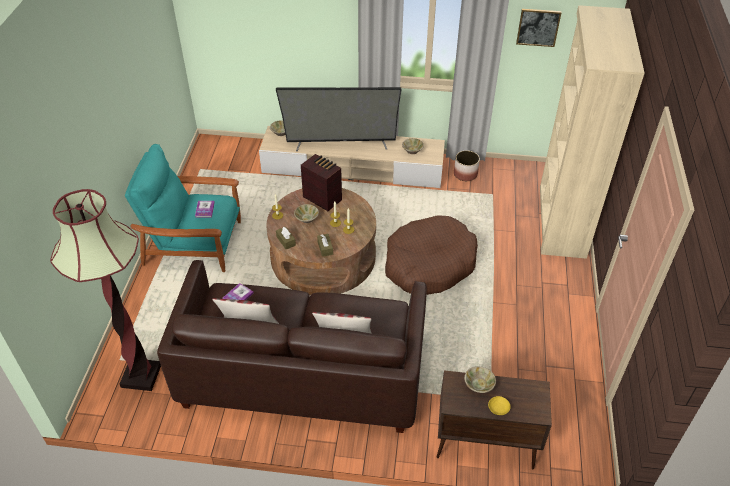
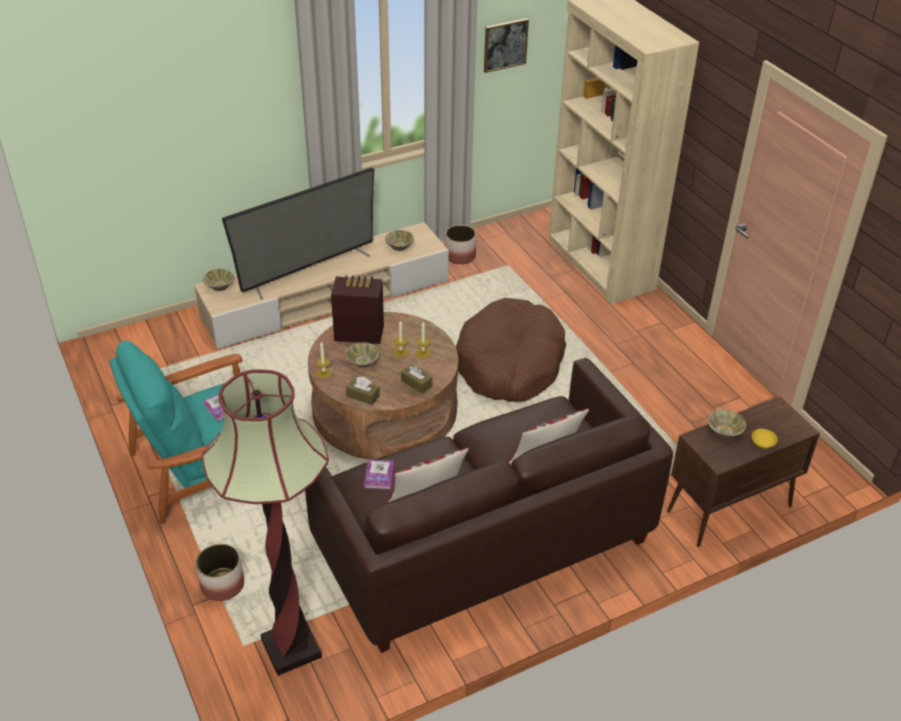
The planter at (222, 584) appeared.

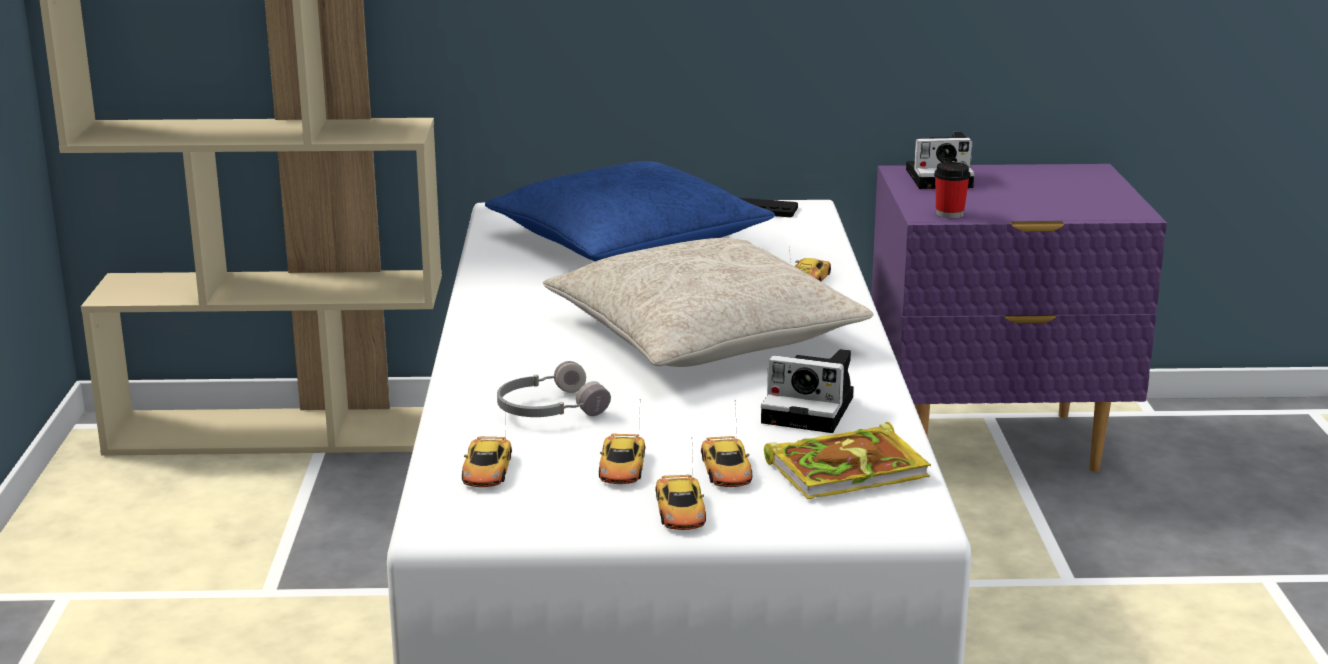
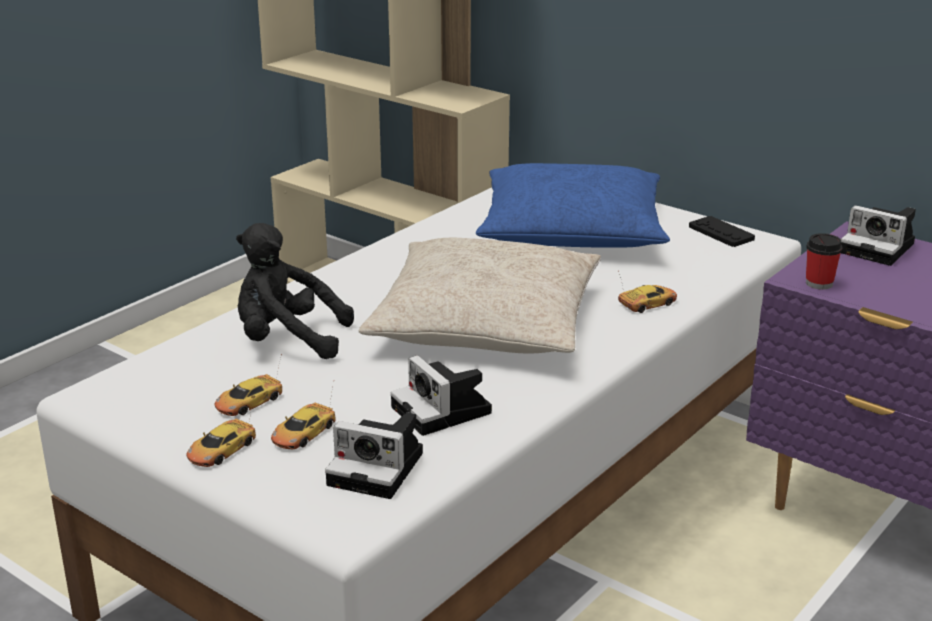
The toy car at (486, 470) disappeared.
The grey headphones at (549, 409) was replaced by the black plush toy at (287, 340).
The book at (849, 469) was replaced by the photo camera at (380, 469).

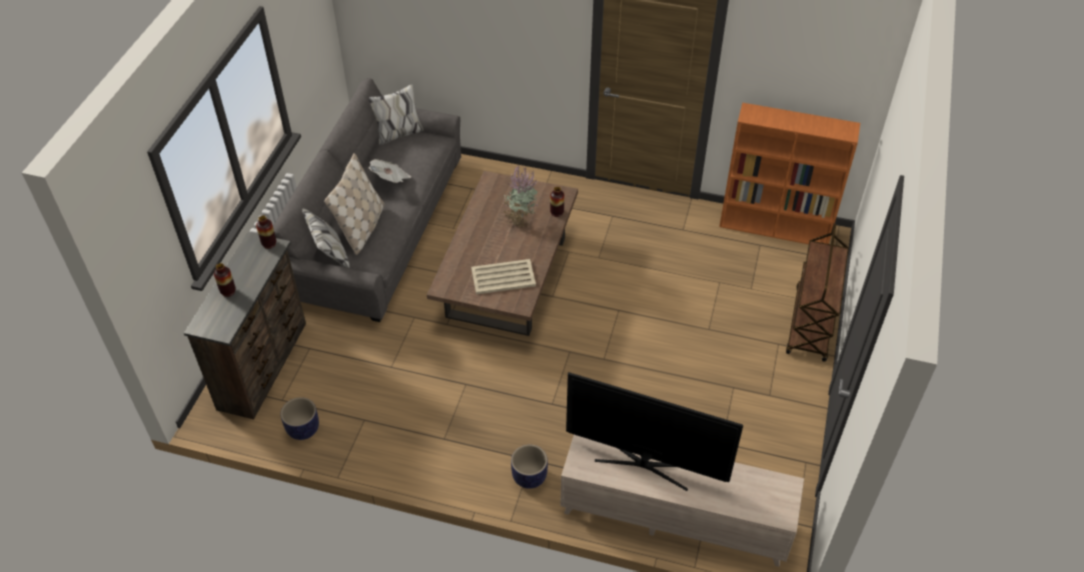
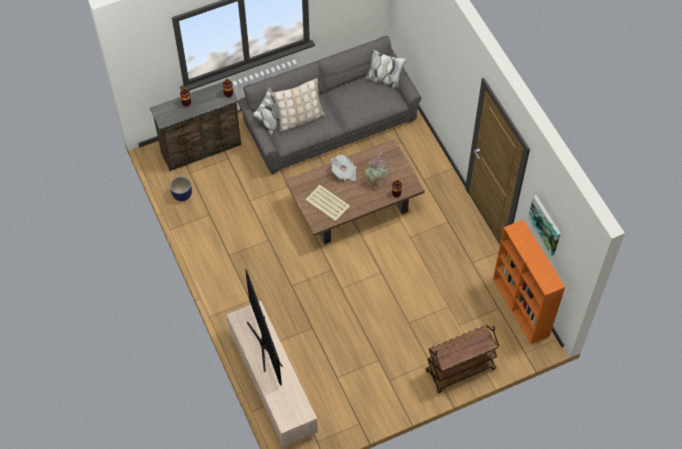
The newspaper moved from (391, 179) to (344, 173).
The planter at (529, 477) disappeared.
The picture at (545, 224) appeared.

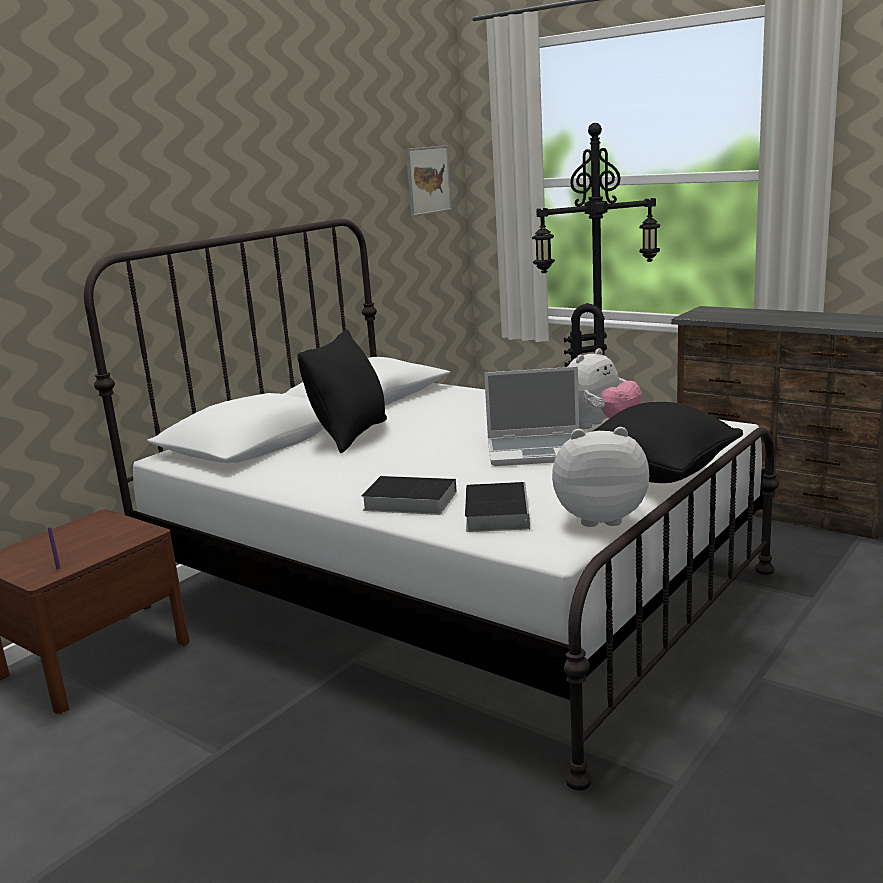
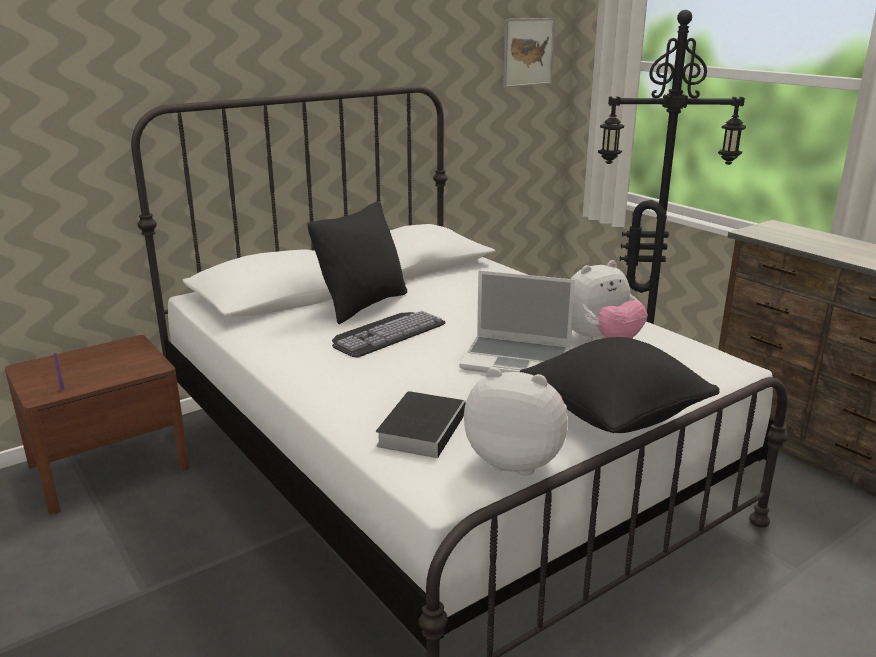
The book at (406, 501) disappeared.
The keyboard at (386, 332) appeared.

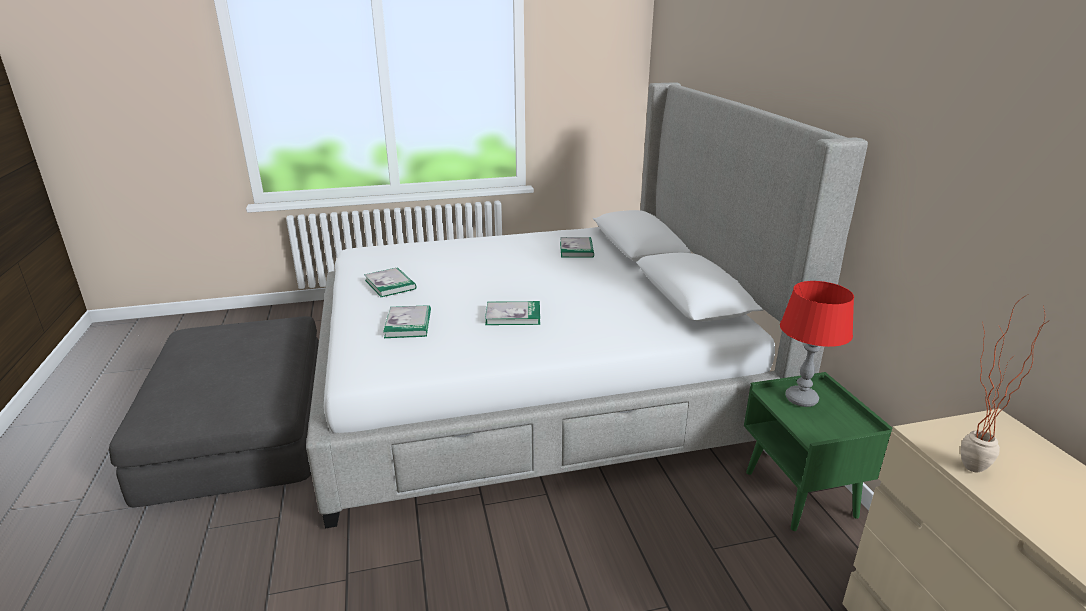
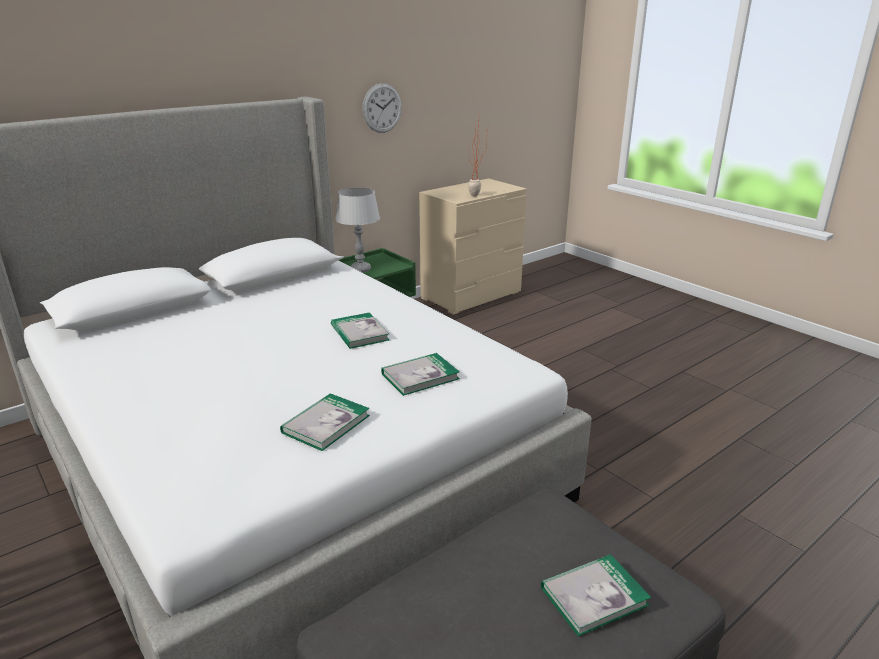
The book moved from (576, 249) to (594, 596).
The red table lamp at (801, 399) became the grey table lamp at (360, 269).
The wall clock at (382, 108) appeared.

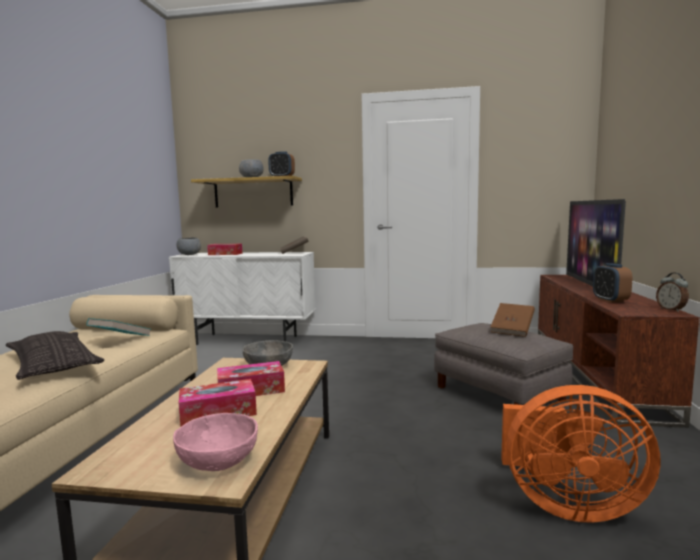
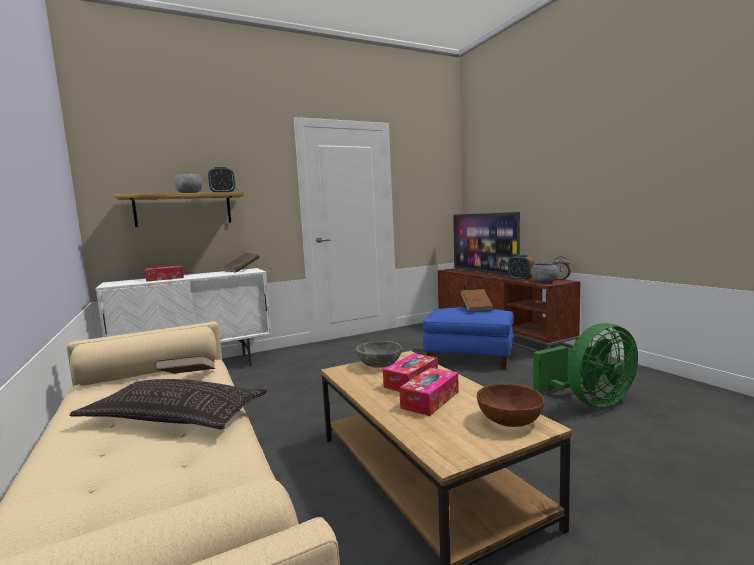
The turquoise book at (120, 339) became the brown book at (188, 379).
The pink bowl at (218, 461) became the brown bowl at (509, 420).
The grey bowl moved from (189, 254) to (544, 282).
The grey ottoman at (499, 393) became the blue ottoman at (470, 357).
The orange fan at (565, 504) became the green fan at (590, 401).

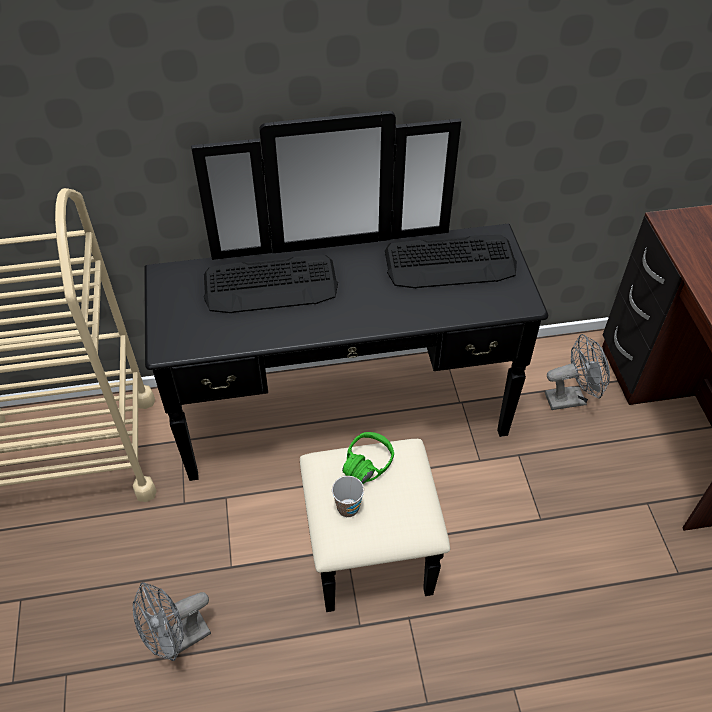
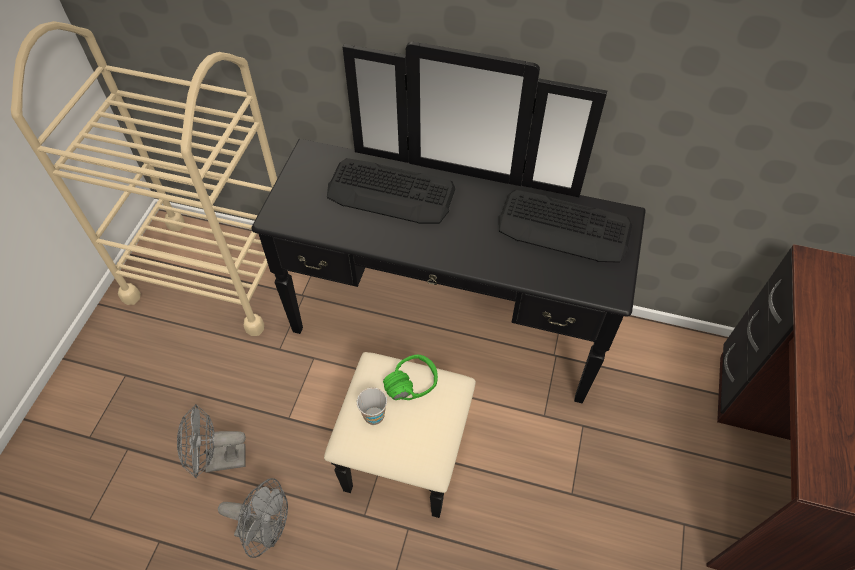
The grey fan moved from (571, 398) to (266, 531).

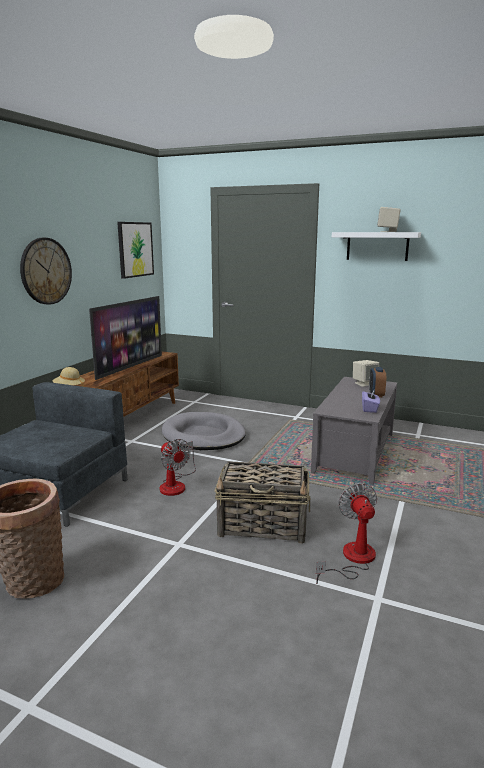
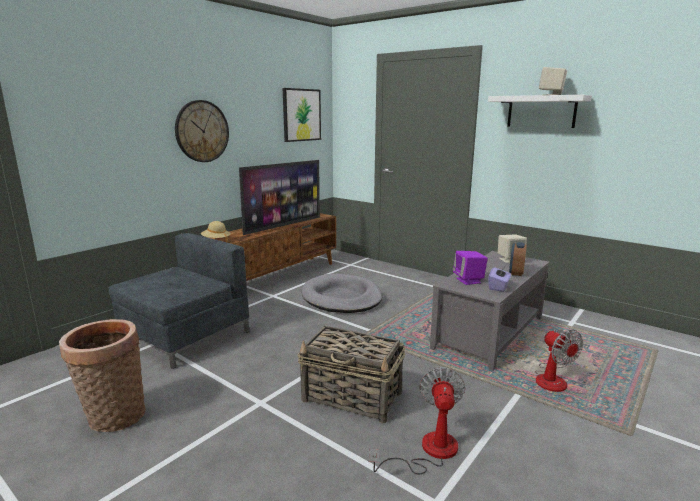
The fan moved from (176, 484) to (552, 378).
The purple speaker at (469, 280) appeared.

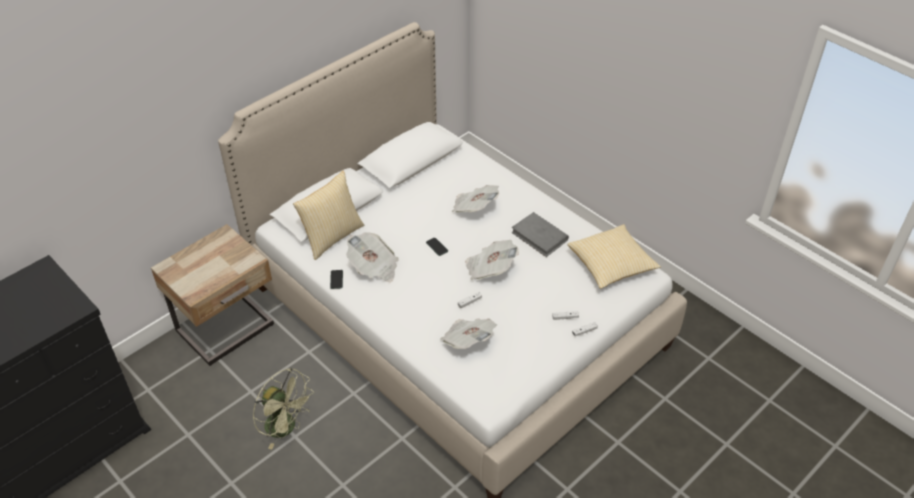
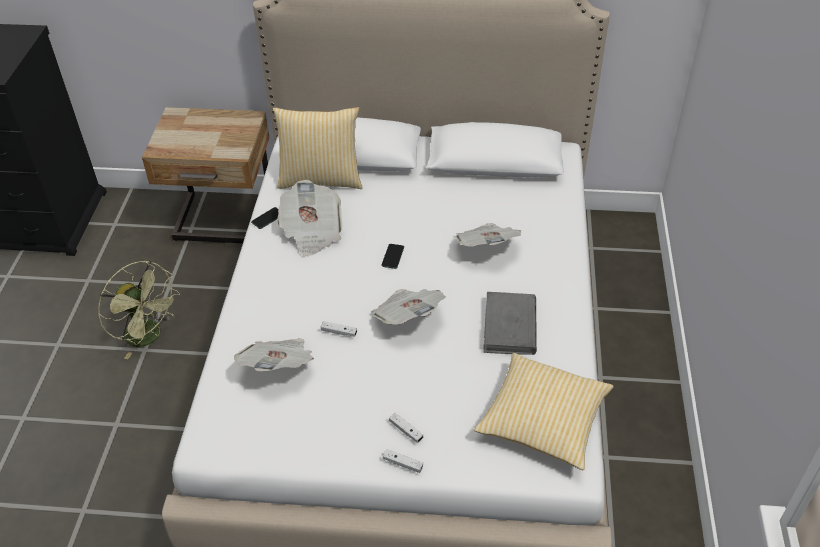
The green fan at (286, 428) turned 45 degrees counterclockwise.

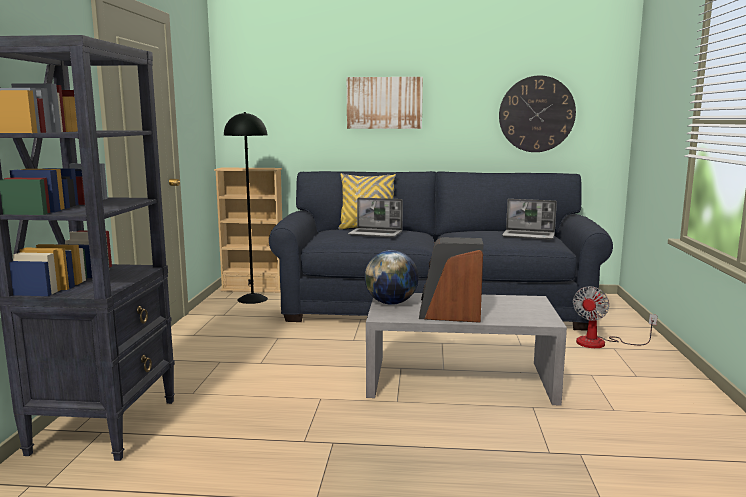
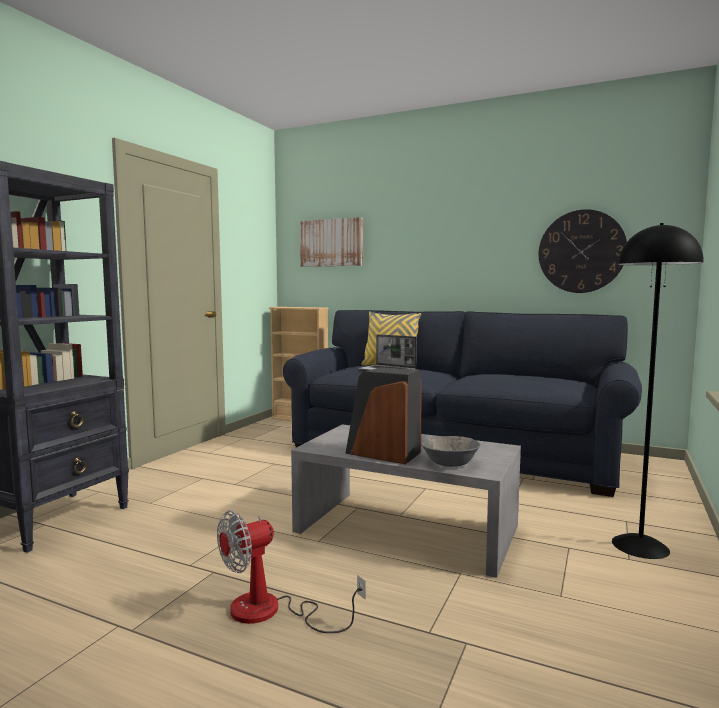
The black floor lamp moved from (253, 299) to (641, 546).
The picture moved from (384, 103) to (331, 243).
The globe at (391, 303) disappeared.
The laptop at (529, 236) disappeared.
The fan moved from (601, 343) to (271, 612).
The grey bowl at (451, 463) appeared.

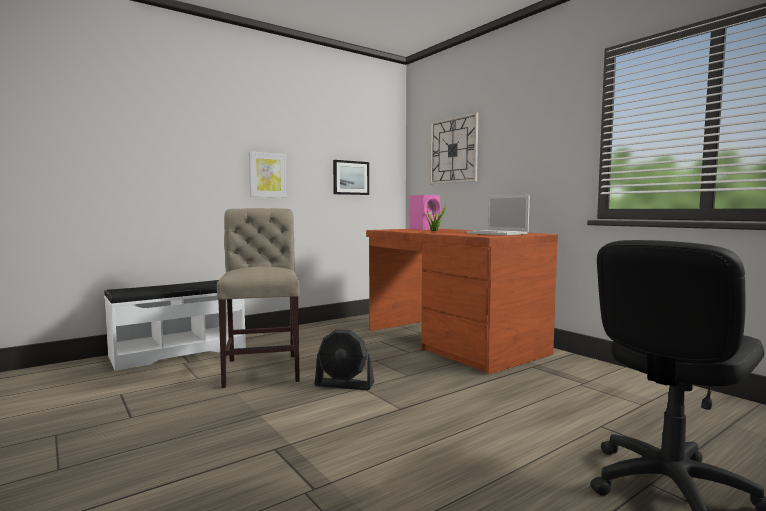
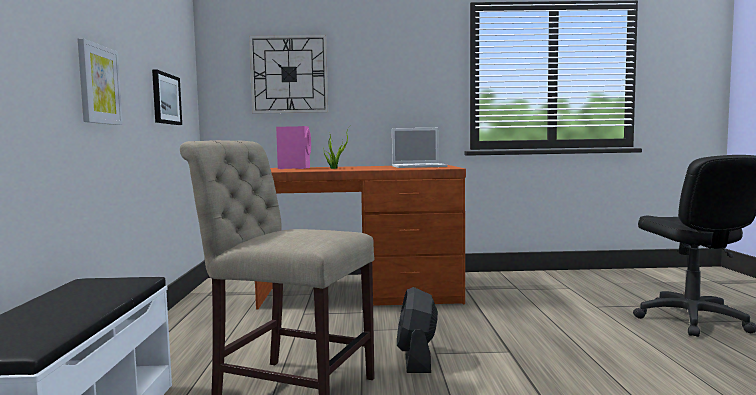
The black fan at (344, 384) turned 135 degrees clockwise.

